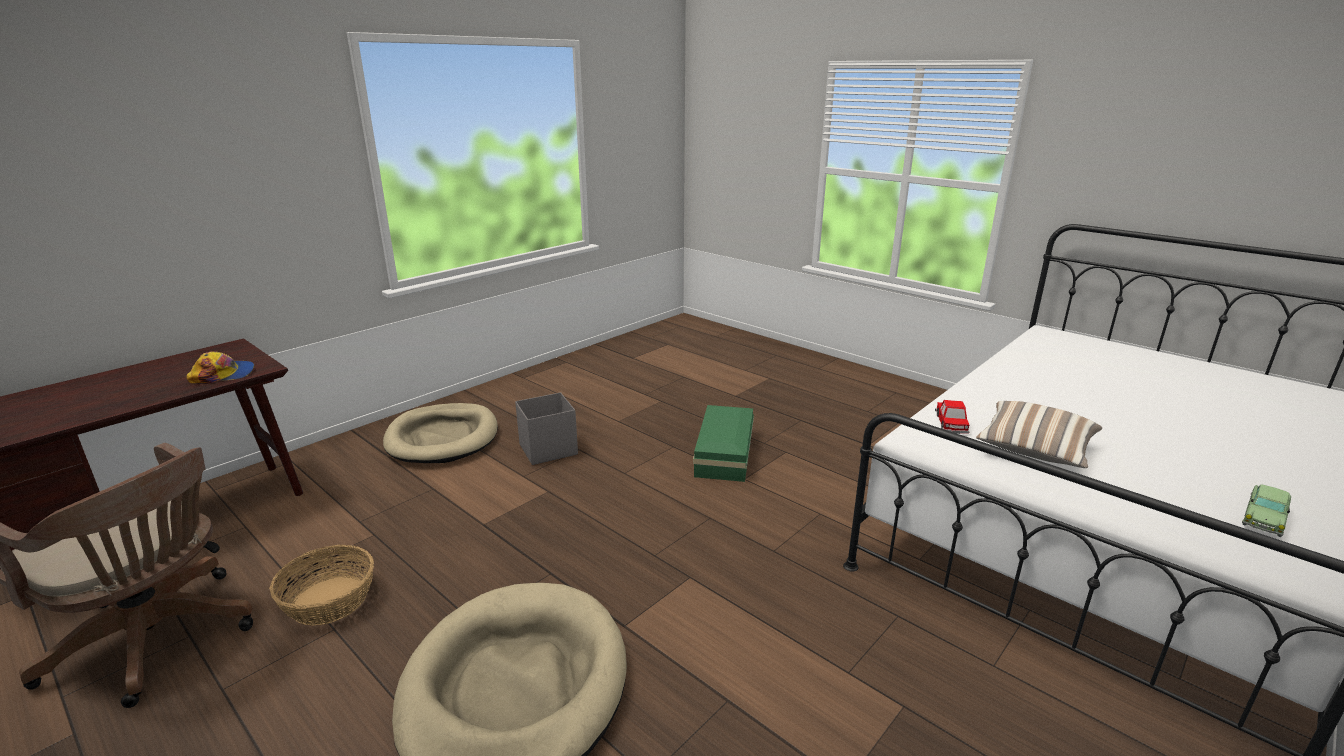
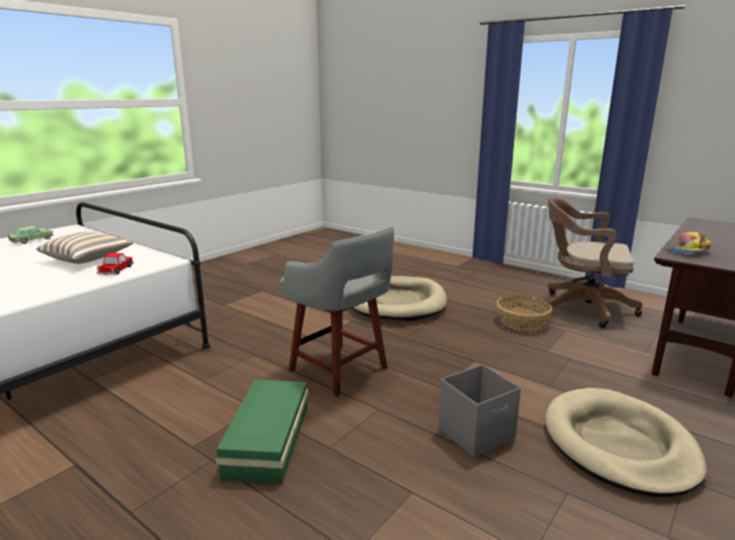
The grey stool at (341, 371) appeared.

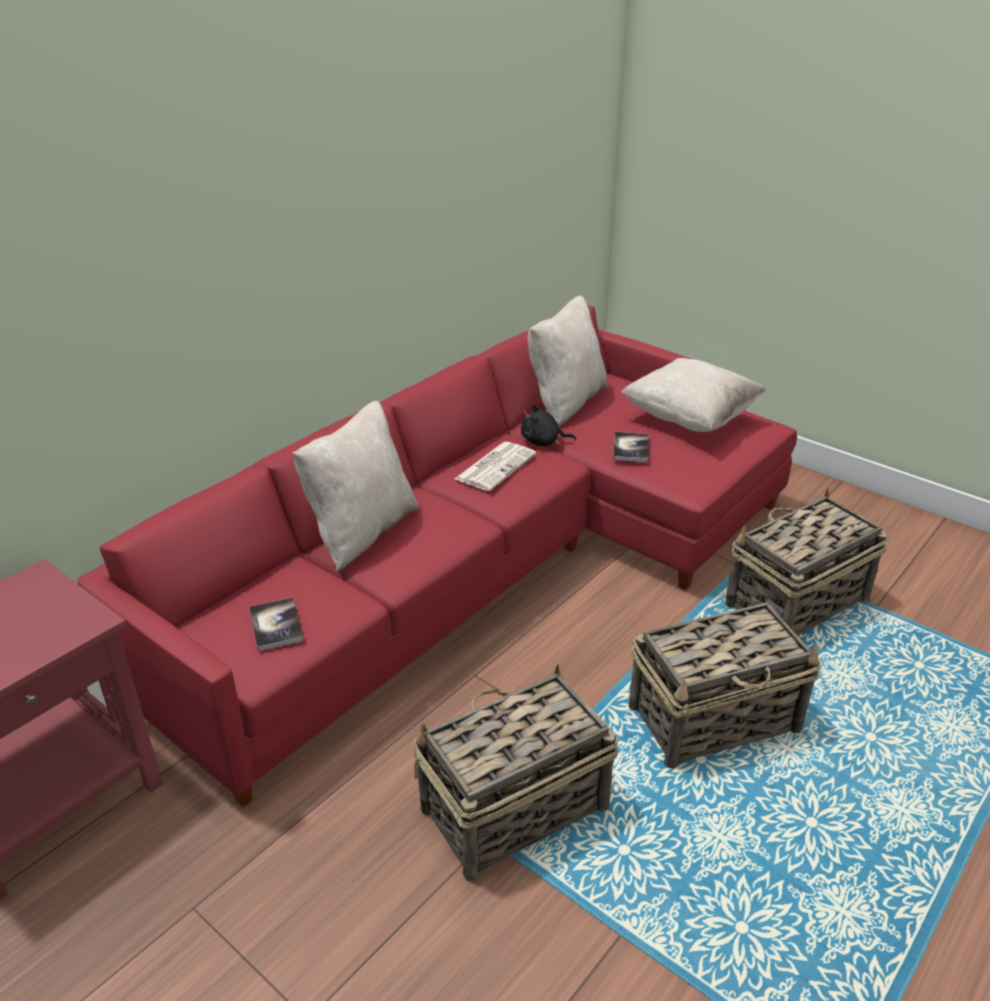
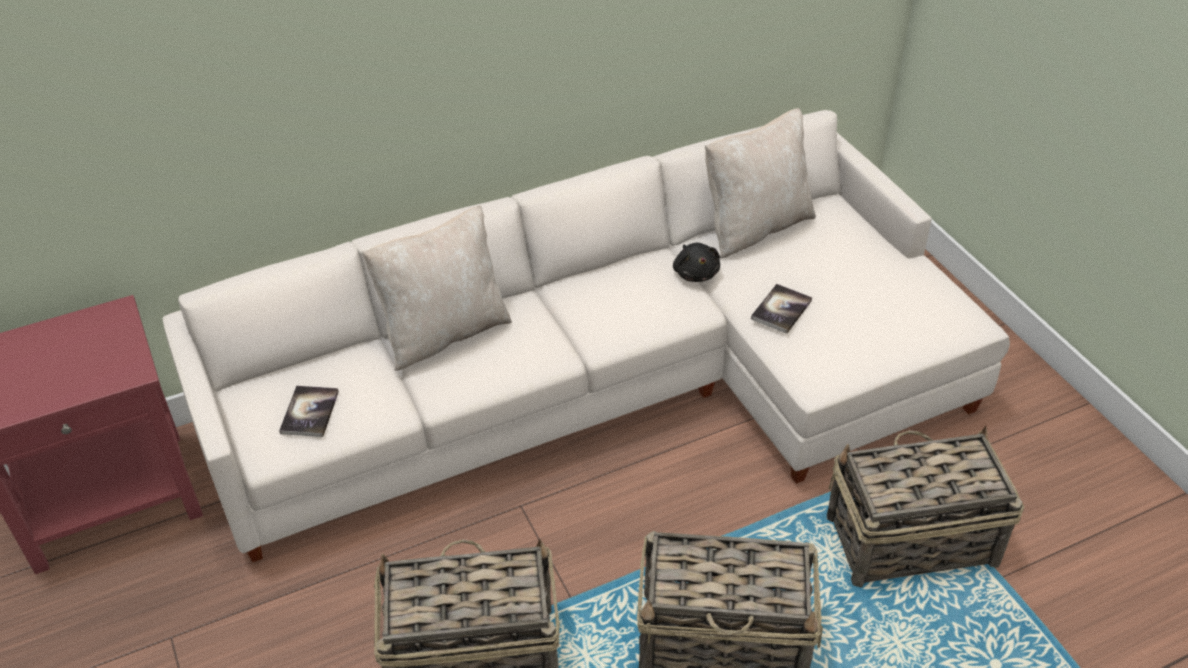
The red sofa at (493, 561) became the white sofa at (616, 383).
The newspaper at (495, 466) disappeared.
The black plush toy at (543, 442) turned 135 degrees counterclockwise.
The beige pillow at (689, 419) disappeared.

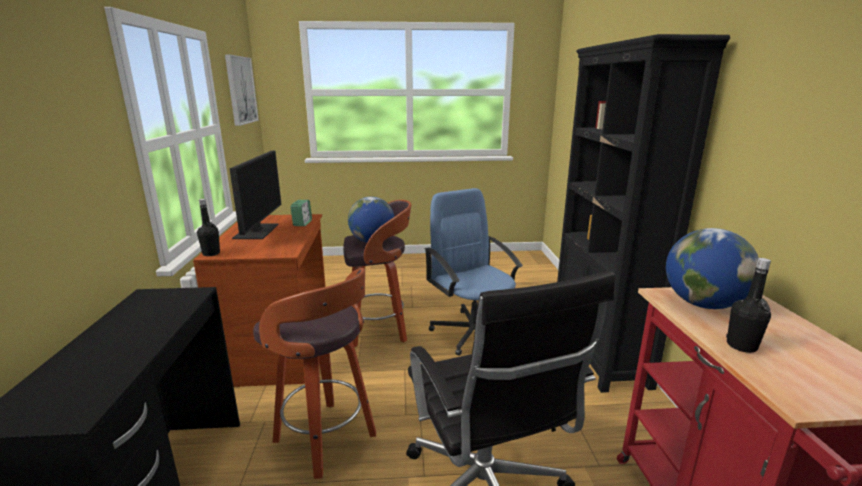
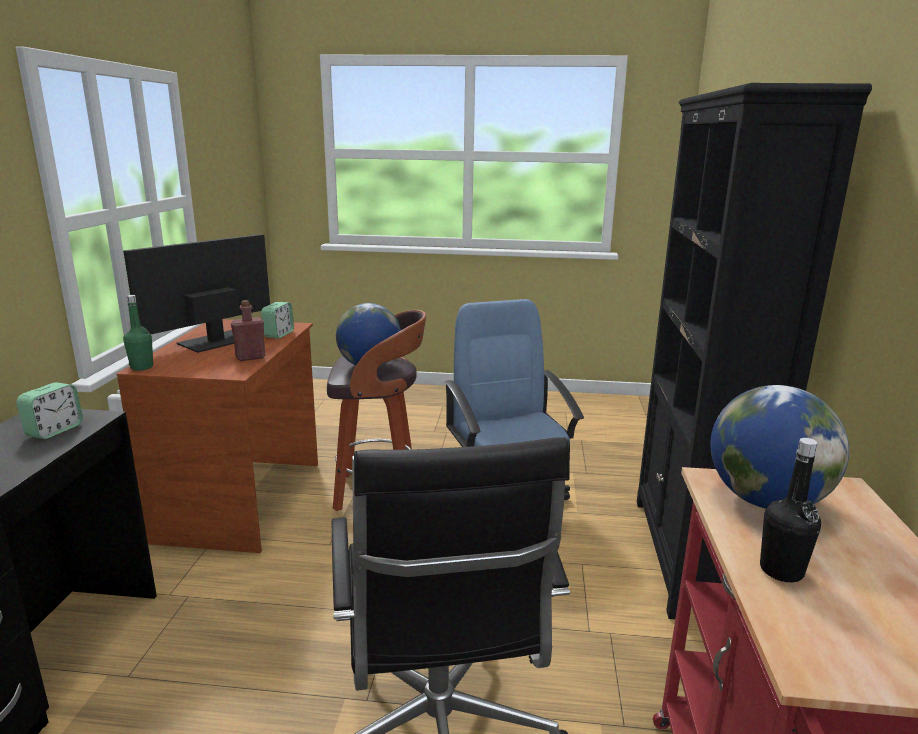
The black bottle at (211, 253) became the green bottle at (142, 367).
The picture at (240, 90) disappeared.
The monitor at (257, 231) turned 150 degrees counterclockwise.
The stool at (327, 439) disappeared.
The alarm clock at (54, 430) appeared.
The red bottle at (250, 357) appeared.

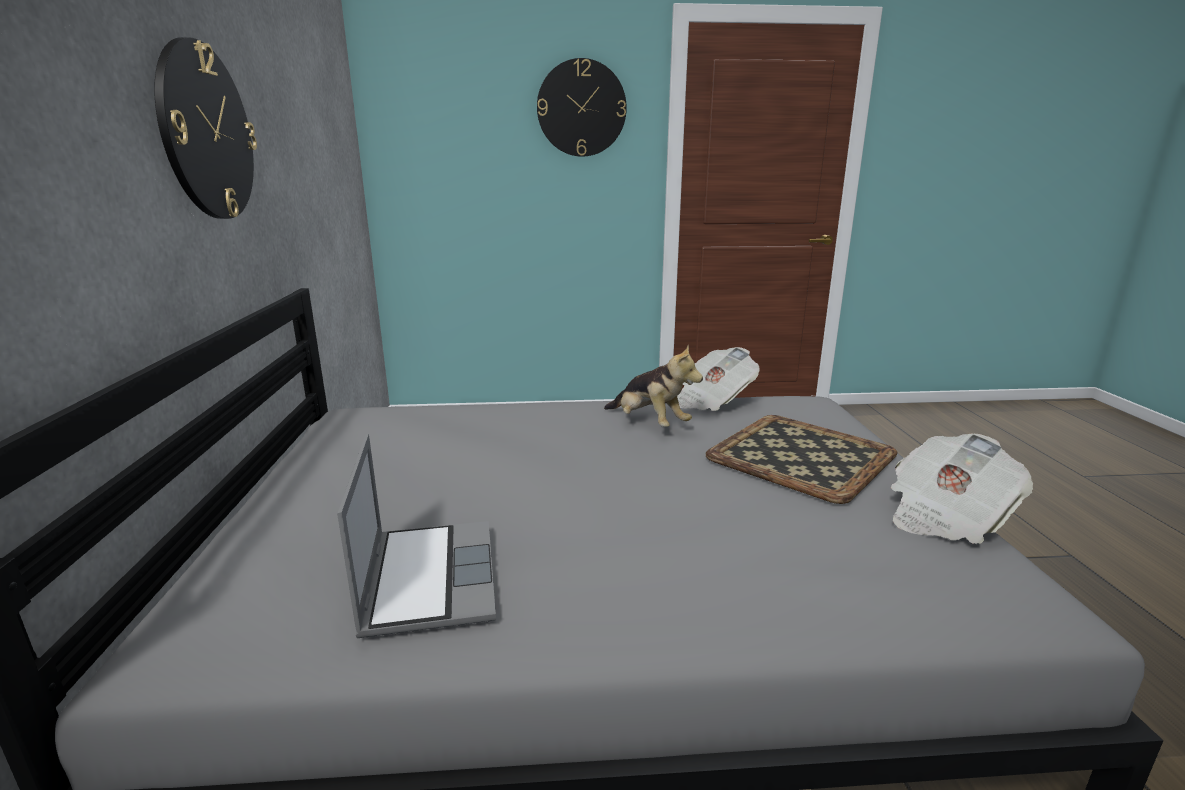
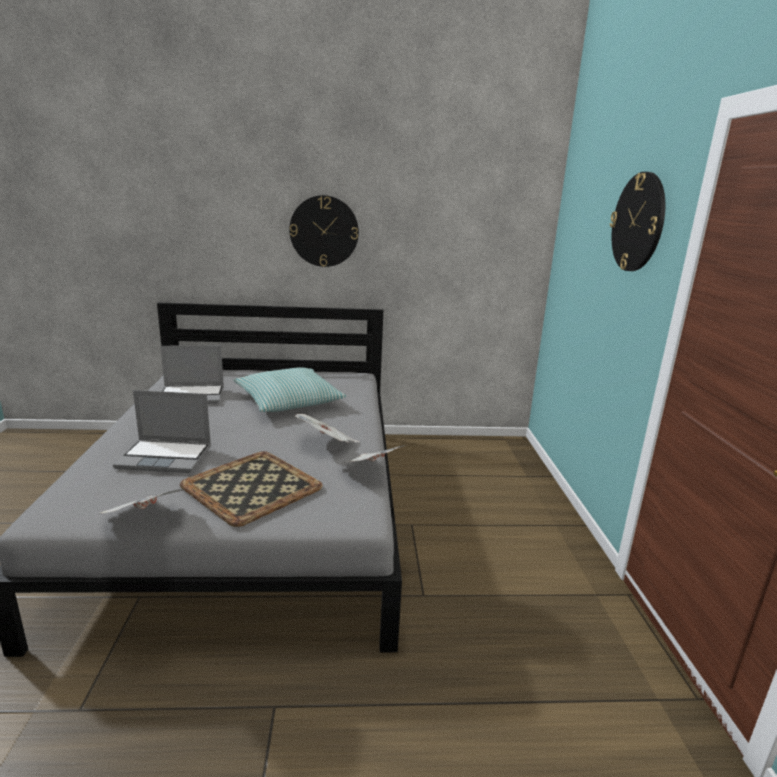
The plush toy at (649, 423) was replaced by the newspaper at (327, 444).
The laptop at (166, 457) appeared.
The pillow at (289, 401) appeared.

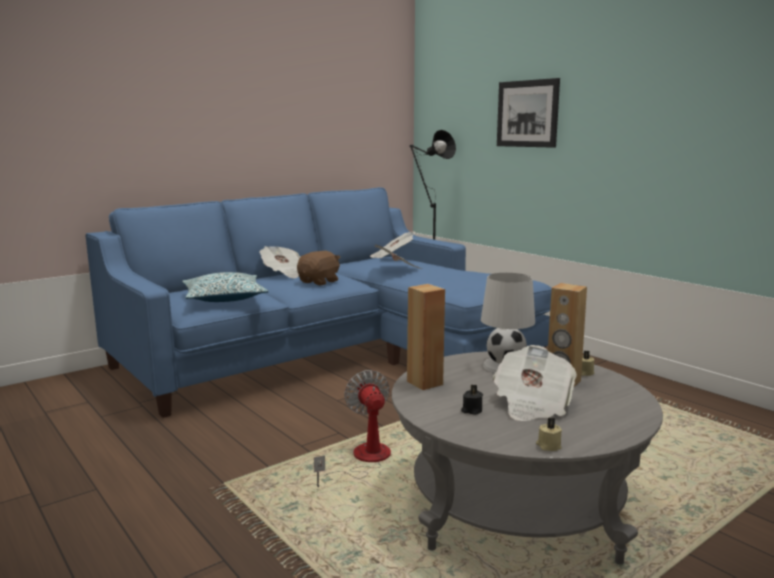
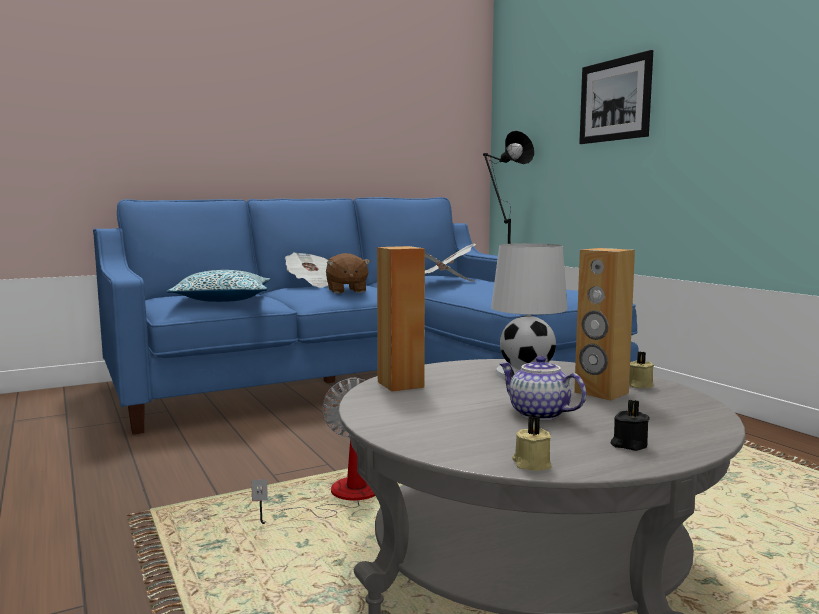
The brown plush toy at (319, 282) turned 120 degrees clockwise.
The black candle moved from (471, 410) to (629, 445).
The newspaper at (532, 404) was replaced by the teapot at (537, 414).

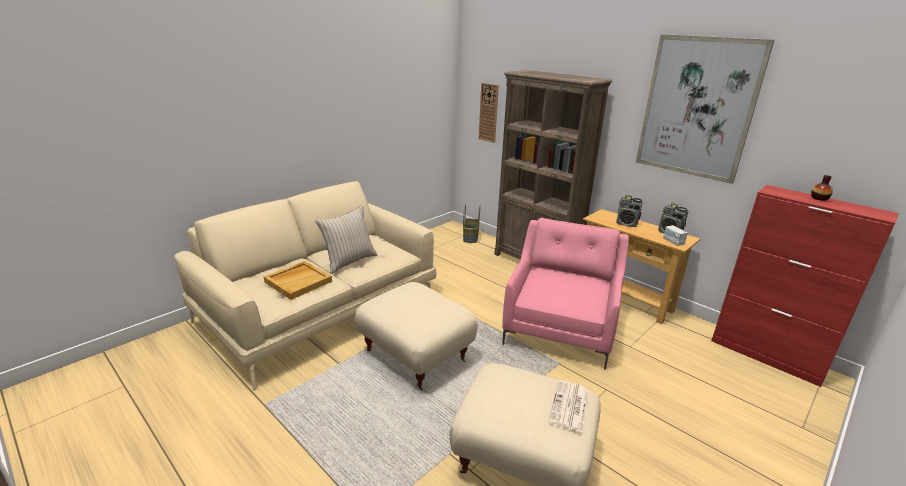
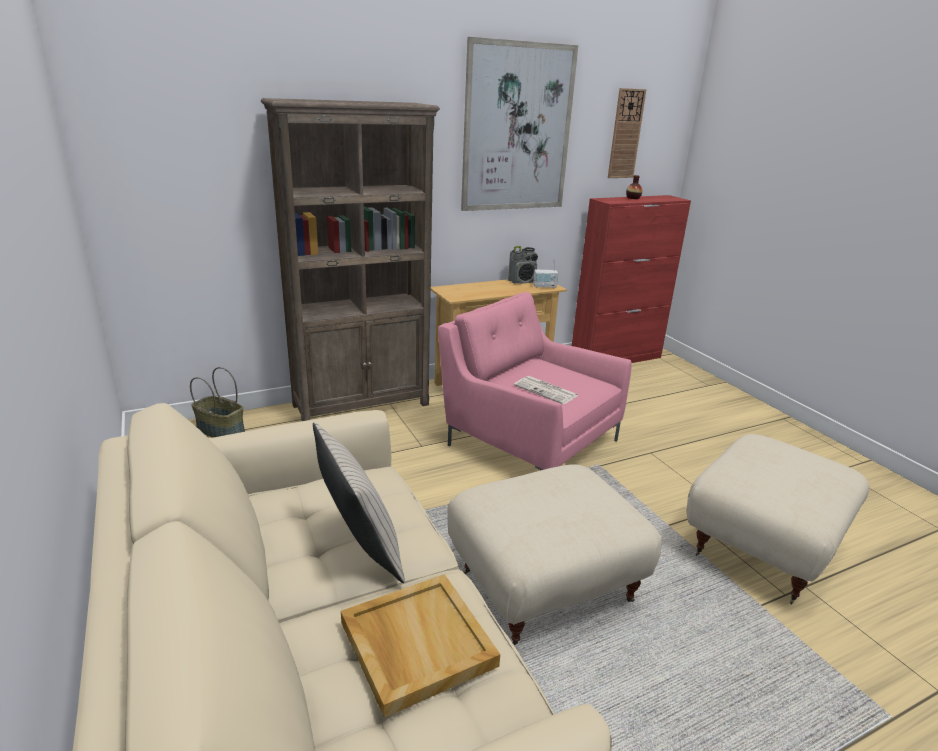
The wall clock moved from (488, 112) to (625, 134).
The newspaper moved from (569, 407) to (547, 391).
The radio at (626, 224) disappeared.

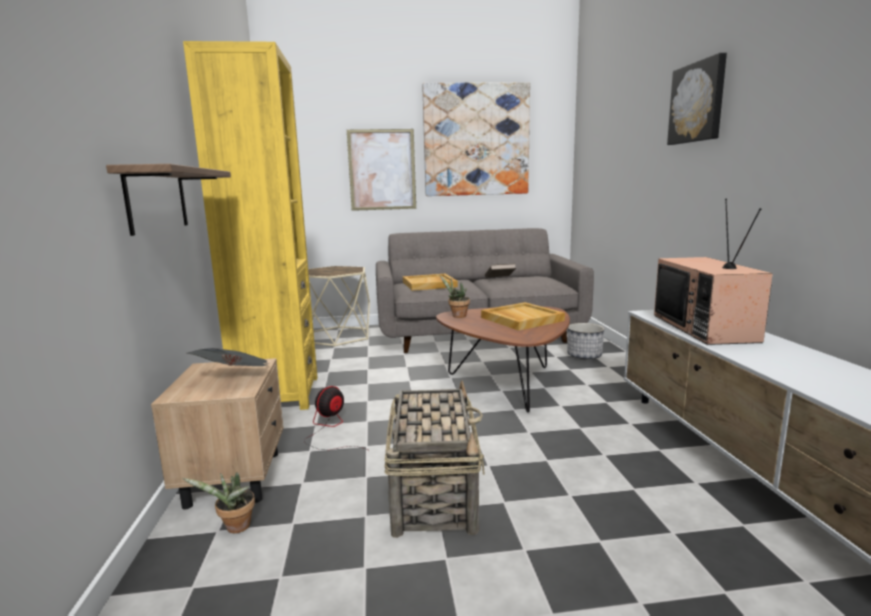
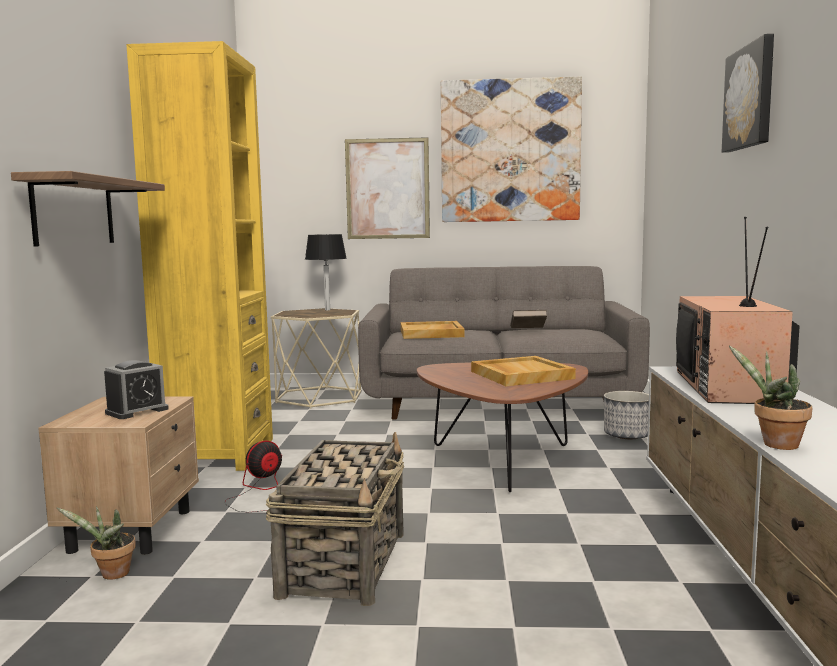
The newspaper at (235, 378) was replaced by the alarm clock at (137, 411).
The potted plant moved from (457, 316) to (774, 444).
The black table lamp at (327, 310) appeared.

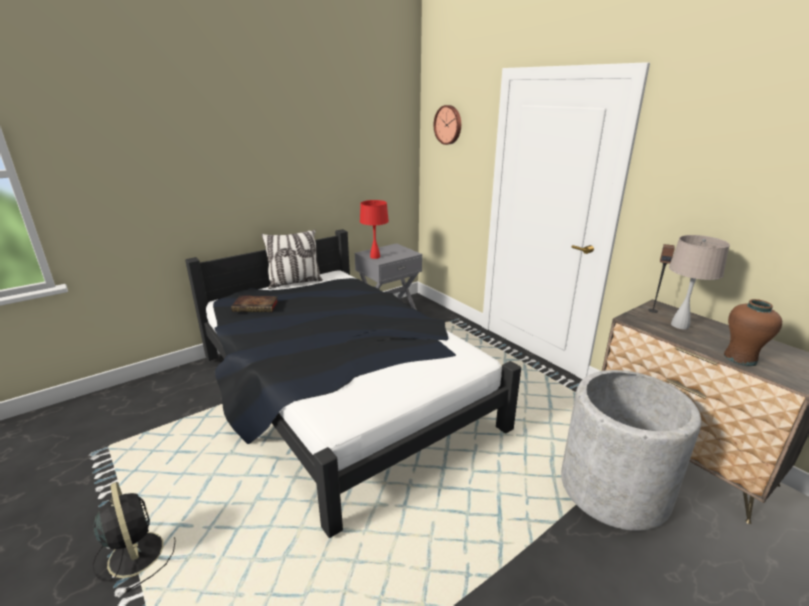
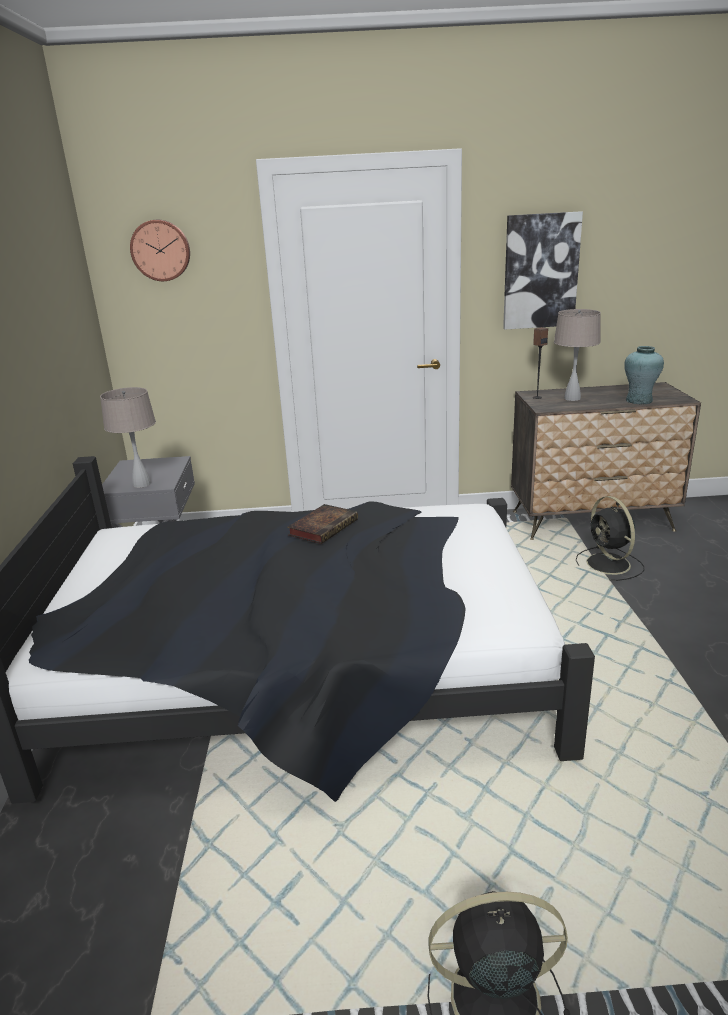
The book moved from (257, 306) to (324, 527).
The pillow at (295, 283) disappeared.
The red table lamp at (375, 257) became the beige table lamp at (142, 484).
The grey planter at (614, 488) was replaced by the black fan at (609, 565).
The brown vase at (740, 358) became the turquoise vase at (639, 400).
The picture at (540, 271) appeared.

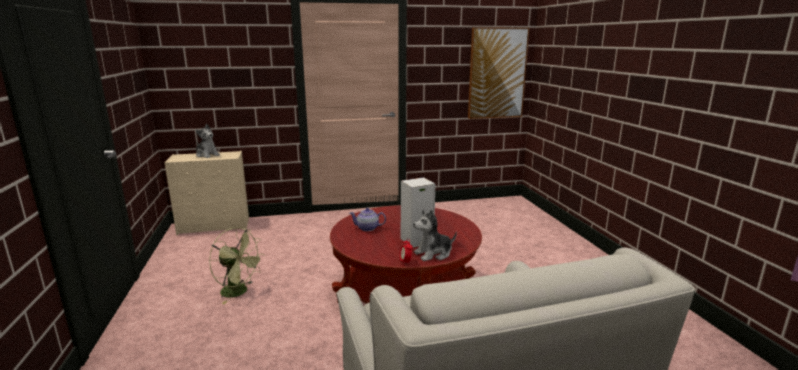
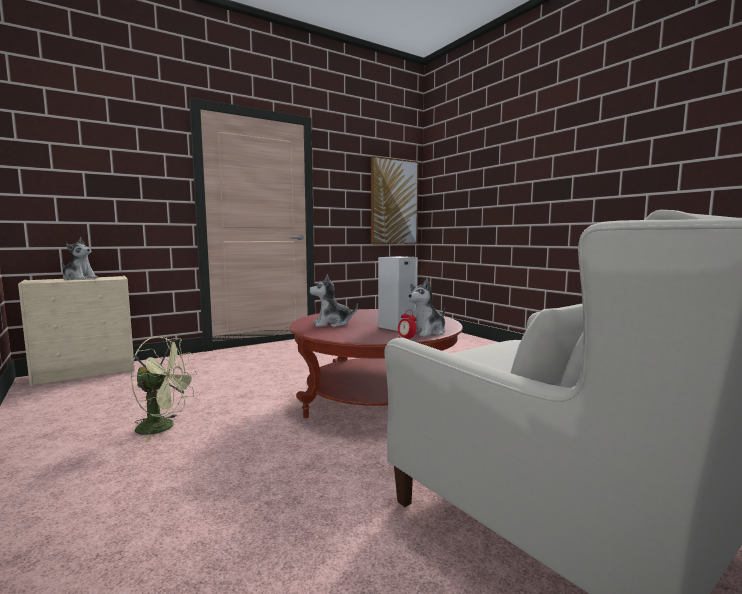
The teapot at (368, 228) was replaced by the plush toy at (332, 324).

